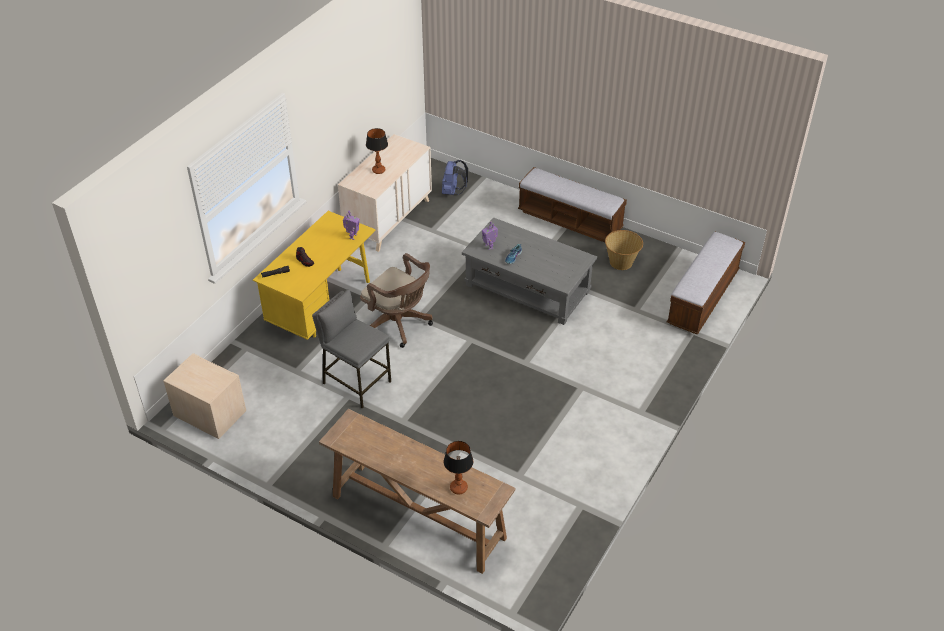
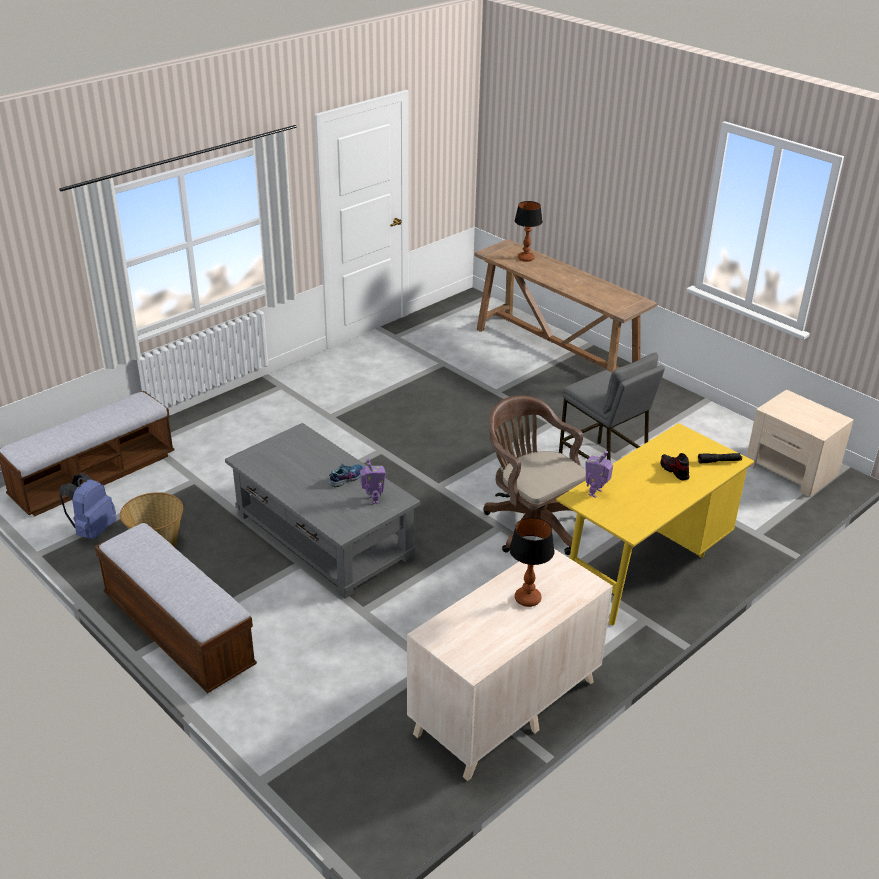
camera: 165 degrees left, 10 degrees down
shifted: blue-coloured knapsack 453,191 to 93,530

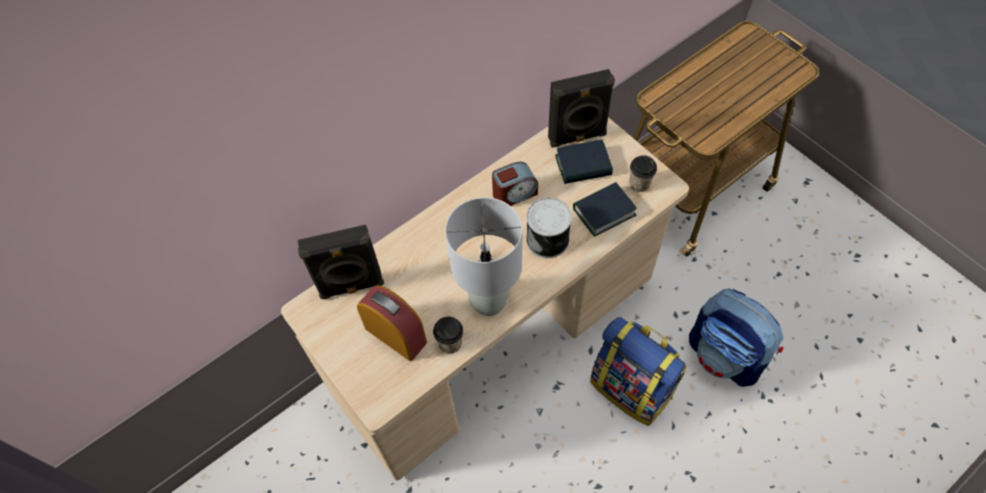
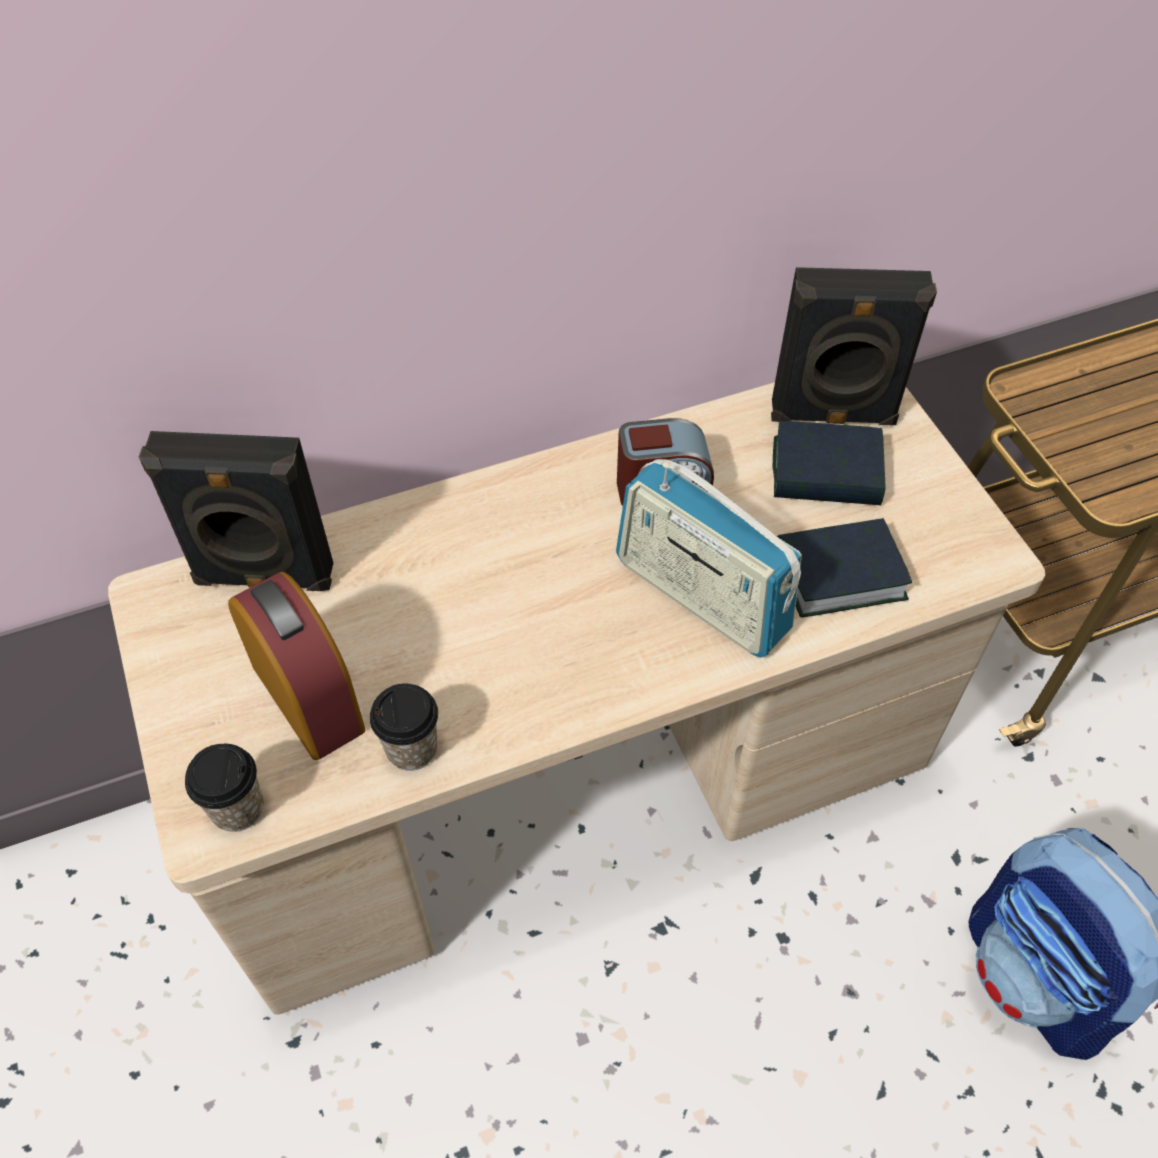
camera: 15 degrees right, 5 degrees down
gone: gray tabletop lamp 488,301; knapsack 632,388
shifted: drinking cup 639,184 to 237,808
swapped: metal can 548,239 to radio 701,596

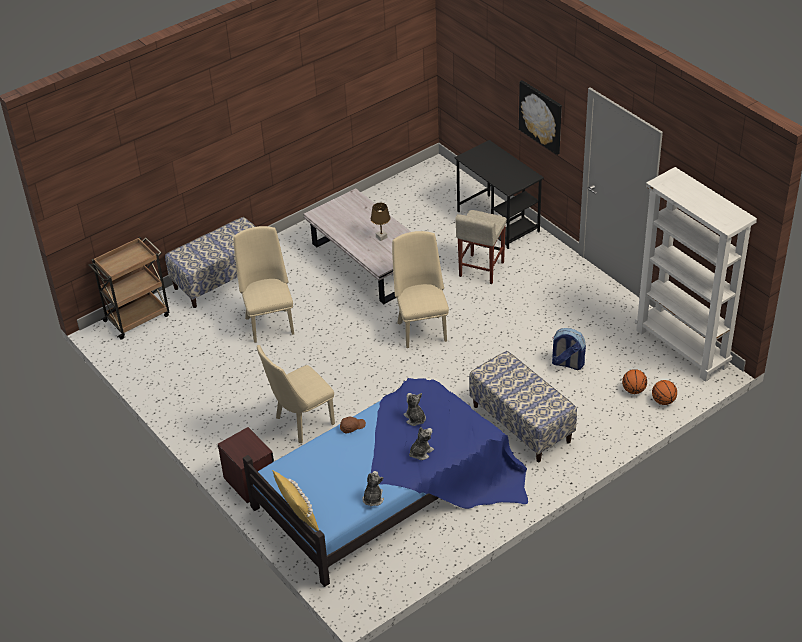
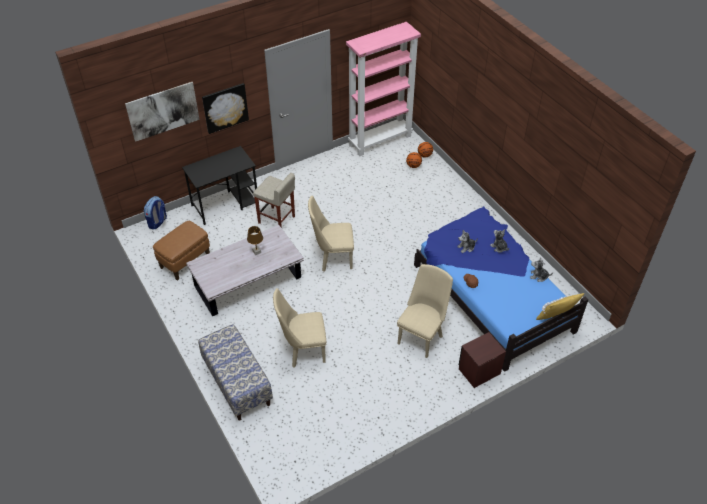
camera: 85 degrees left, 5 degrees up
gone: brown wheeled cart 138,317; indoor bench 521,424
new: wall art 163,111; brown footrest 185,261
shifted: knapsack 567,363 to 157,222
repainted: white bookcase 682,348 to pink bookcase 380,140
rotated: beige upright chair 300,423 = 421,336 120 degrees counterclockwise

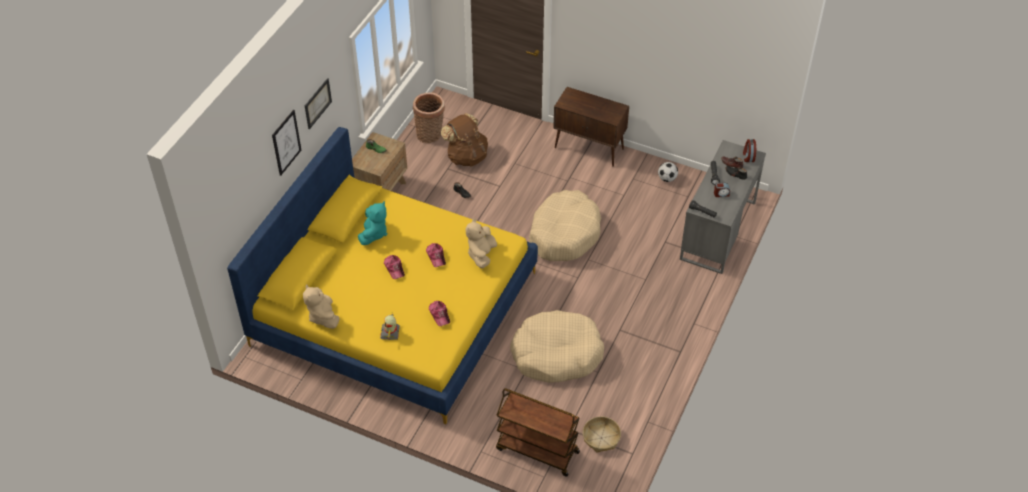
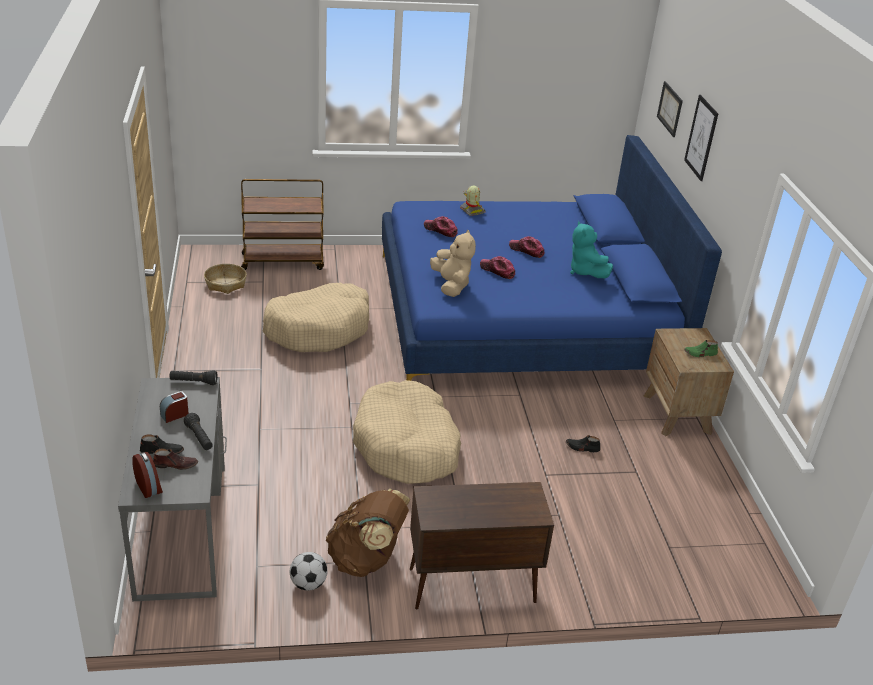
camera: 145 degrees right, 15 degrees down
gone: beige plush toy 323,316; storage basket 430,135
shifted: wall art 317,103 to 670,108; brown knapsack 466,156 to 366,559
repainted: yellowish bedroom bed 395,308 to blue-coloured bedroom bed 522,316

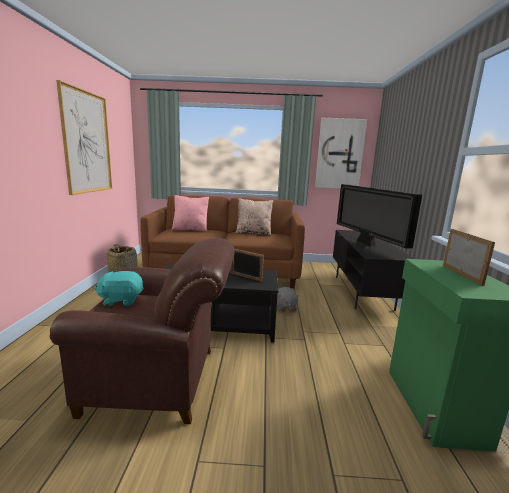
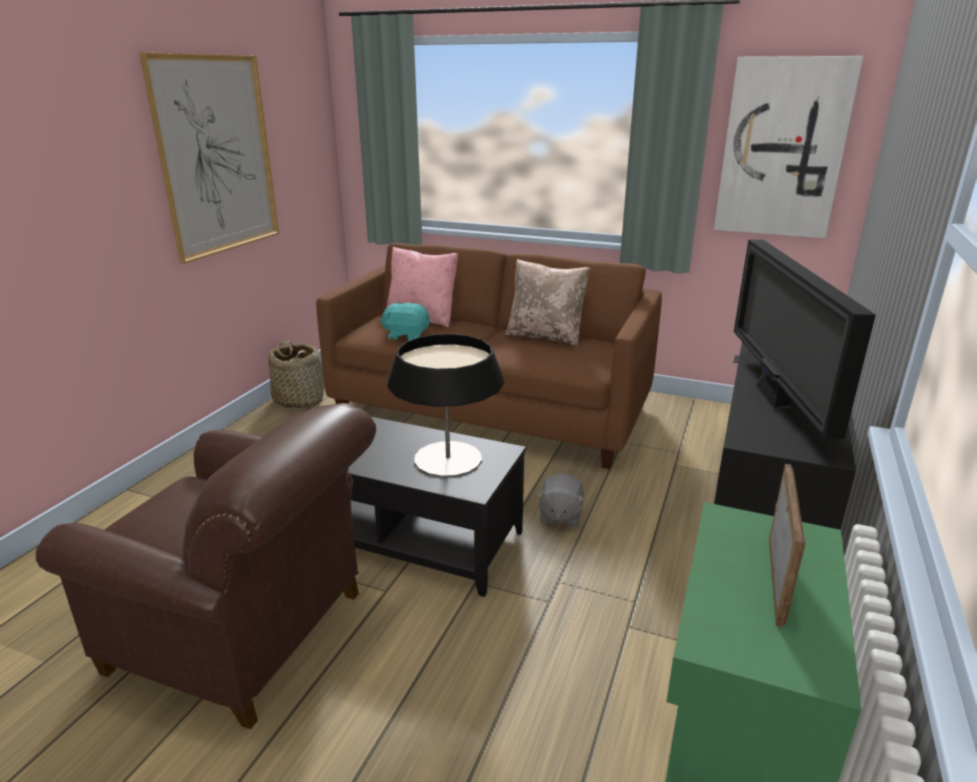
camera: 20 degrees right, 10 degrees up
shifted: blue-green plush toy 121,300 to 406,336
swapped: photo frame 245,277 to tabletop lamp 448,459

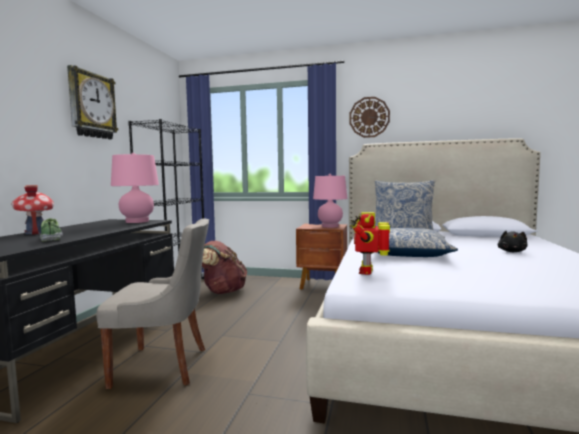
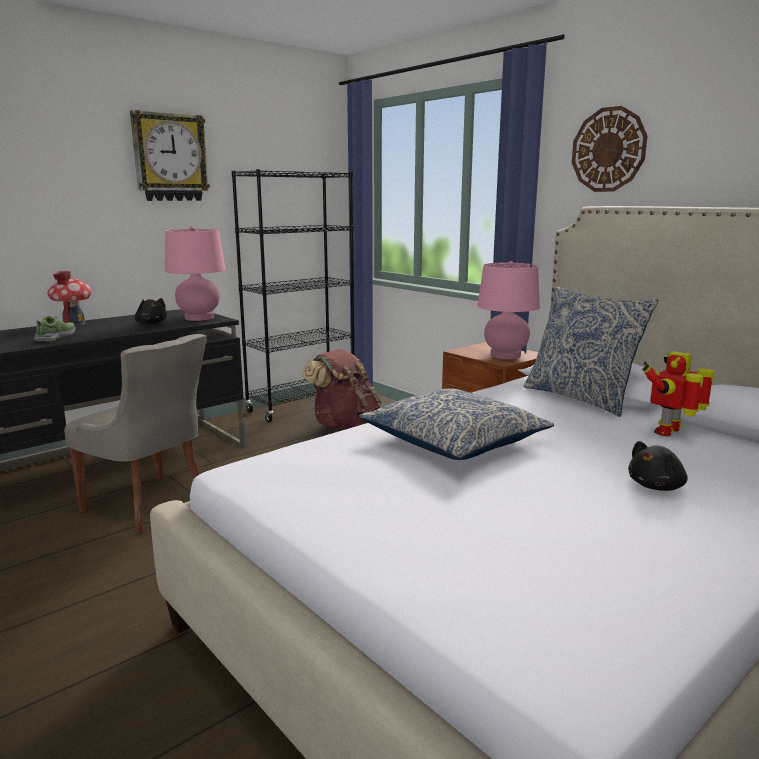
camera: 35 degrees right, 10 degrees up
new: blackish plush toy 151,323
shifted: robot figure 367,271 to 670,432

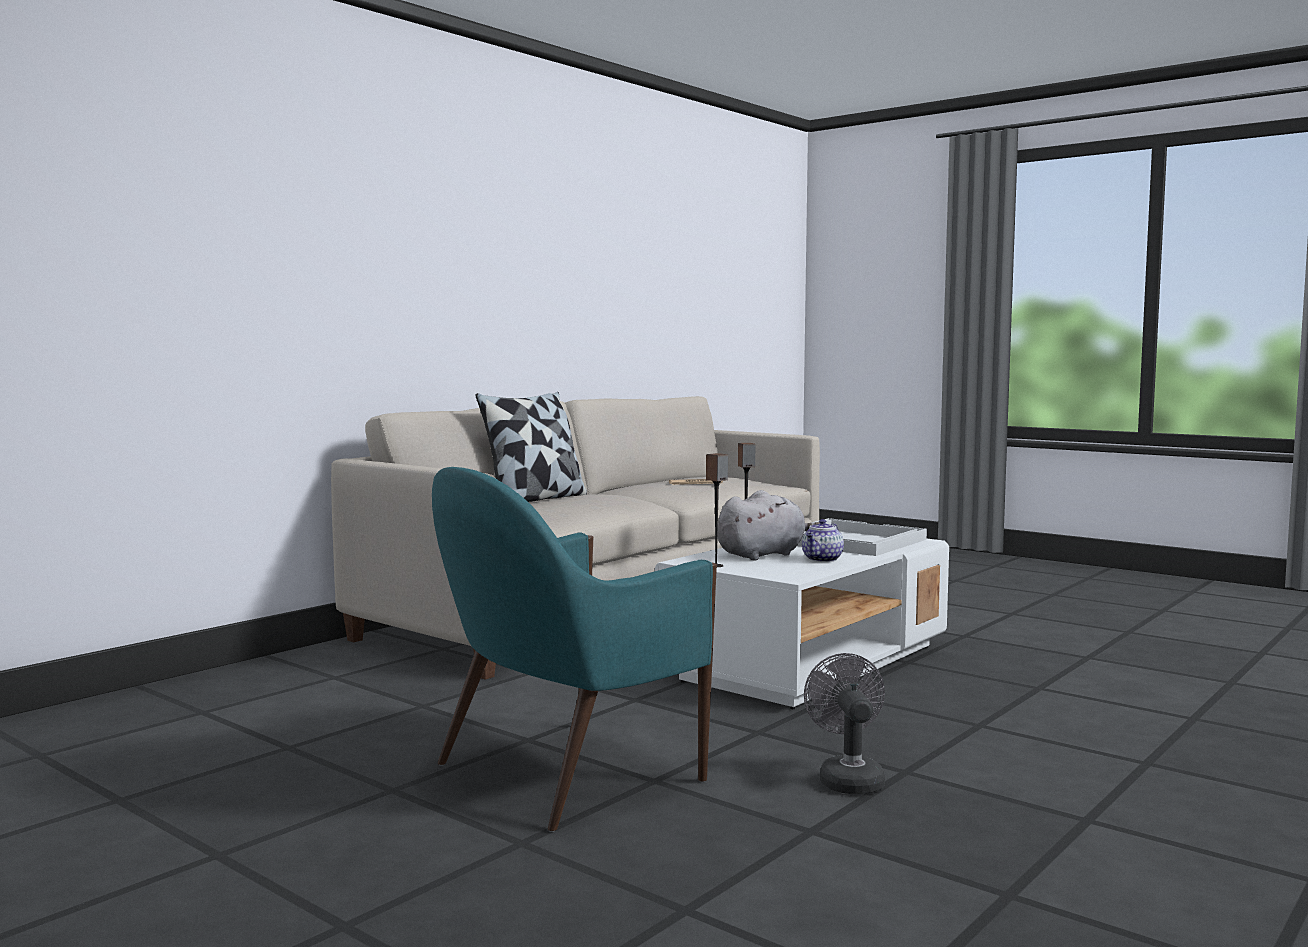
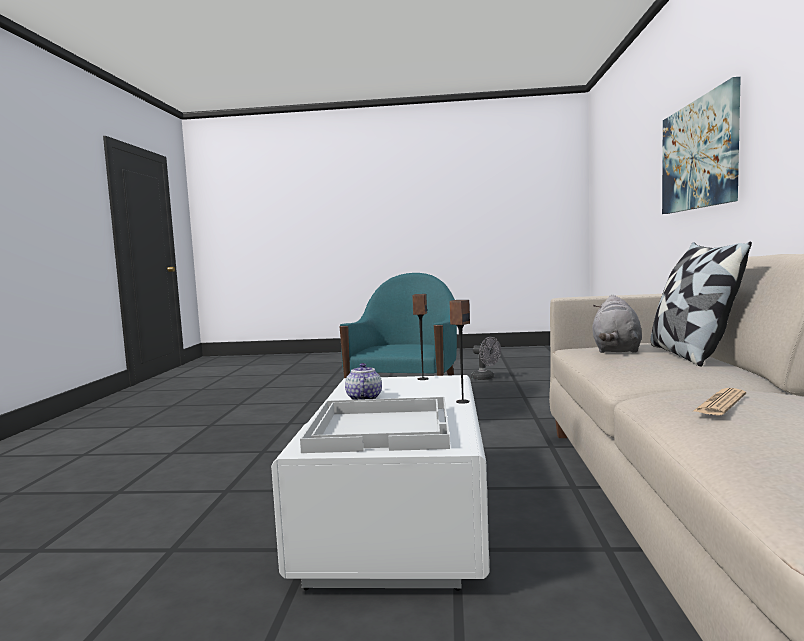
camera: 145 degrees right, 0 degrees up
new: wall art 698,155
shifted: gray plush toy 763,555 to 616,350; gray cooling fan 847,778 to 485,378

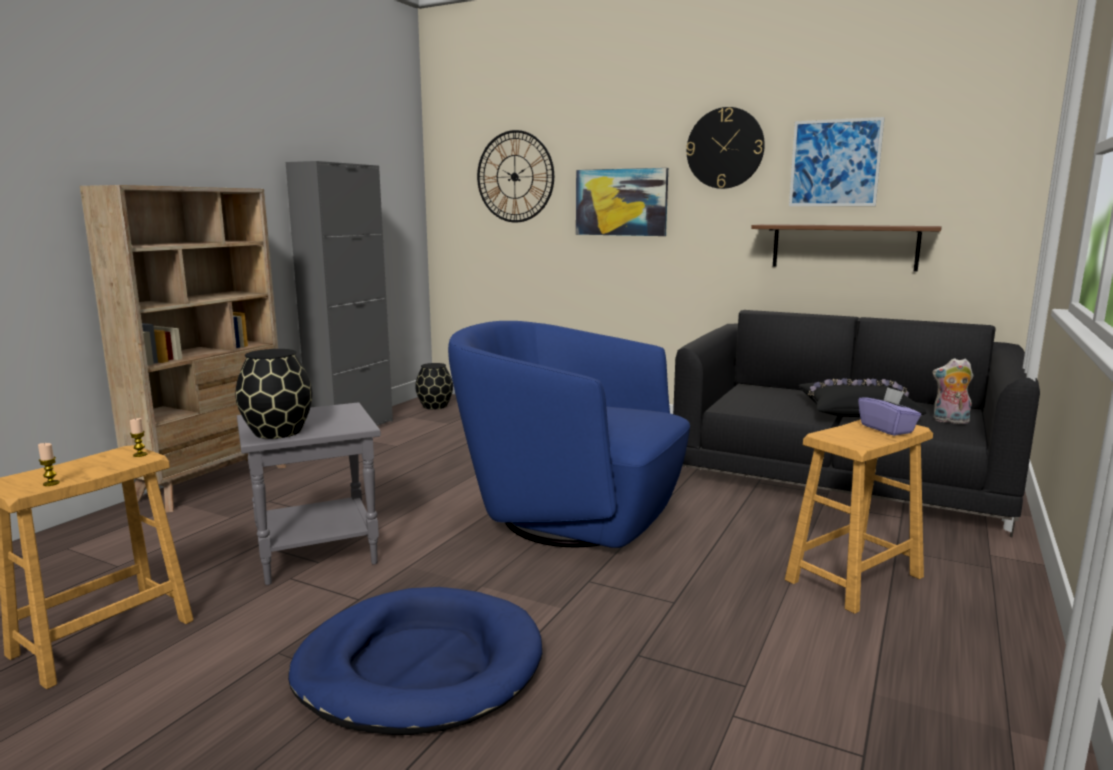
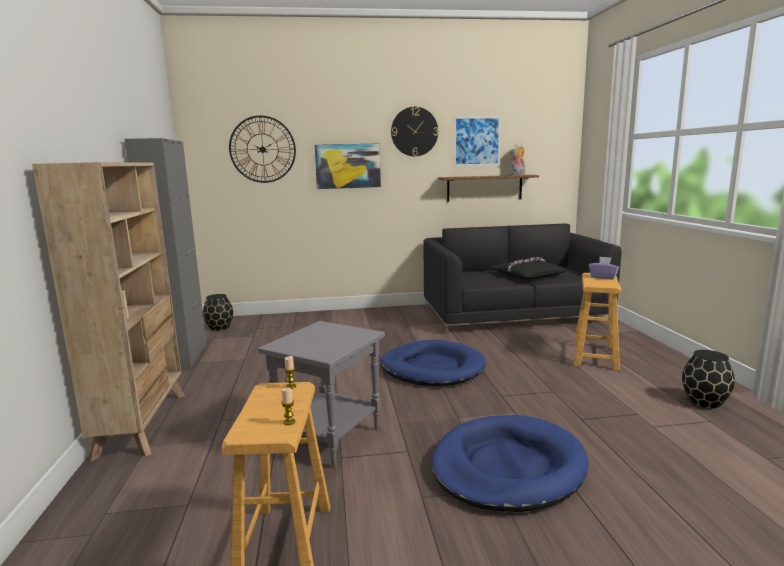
camera: 35 degrees left, 0 degrees up
shifted: blackish decorative vase 277,432 to 704,402; plush toy 950,421 to 517,175
swapped: blue-coloured lounge chair 569,516 to blue-coloured dog bed 432,368

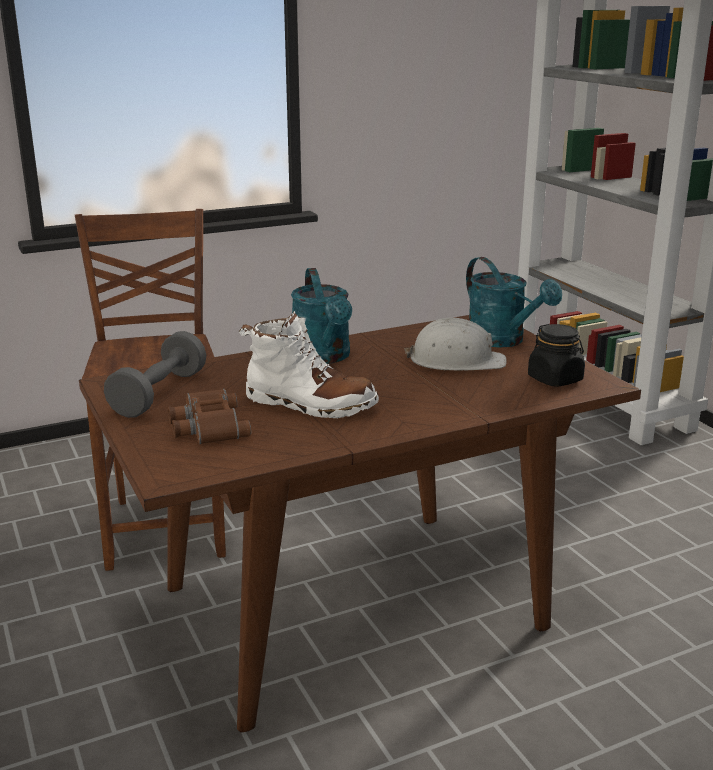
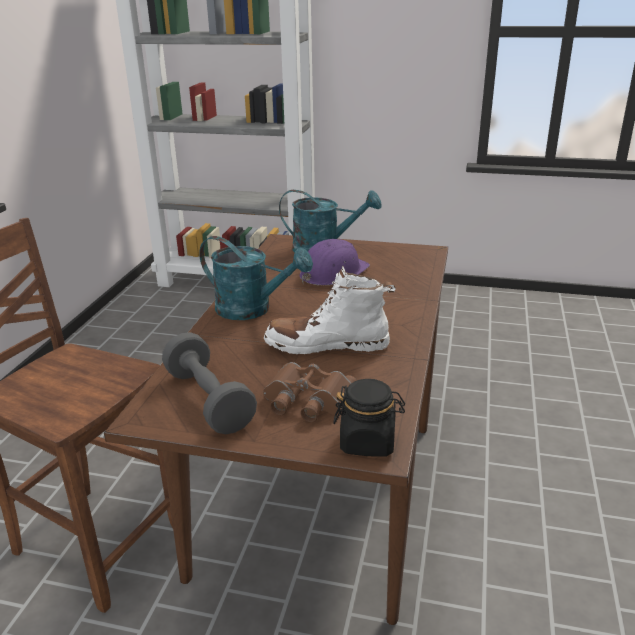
camera: 50 degrees left, 5 degrees up
shifted: blackish jar 555,379 to 368,442
repainted: white work helmet 456,361 to purple-coloured work helmet 332,273
rotated: white boot 309,404 = 327,345 150 degrees counterclockwise

